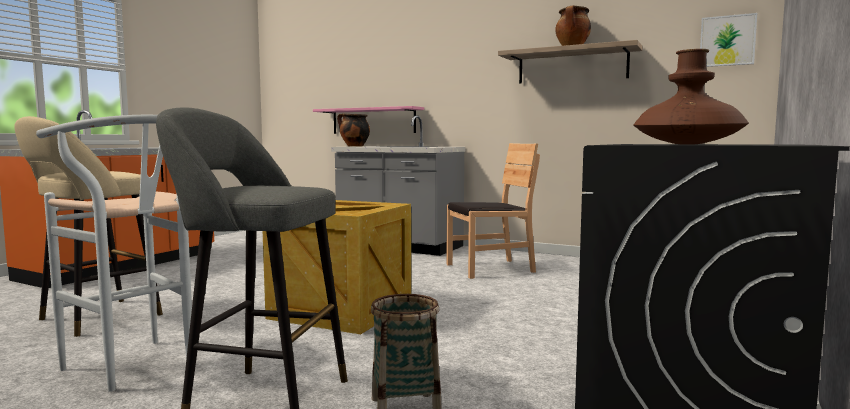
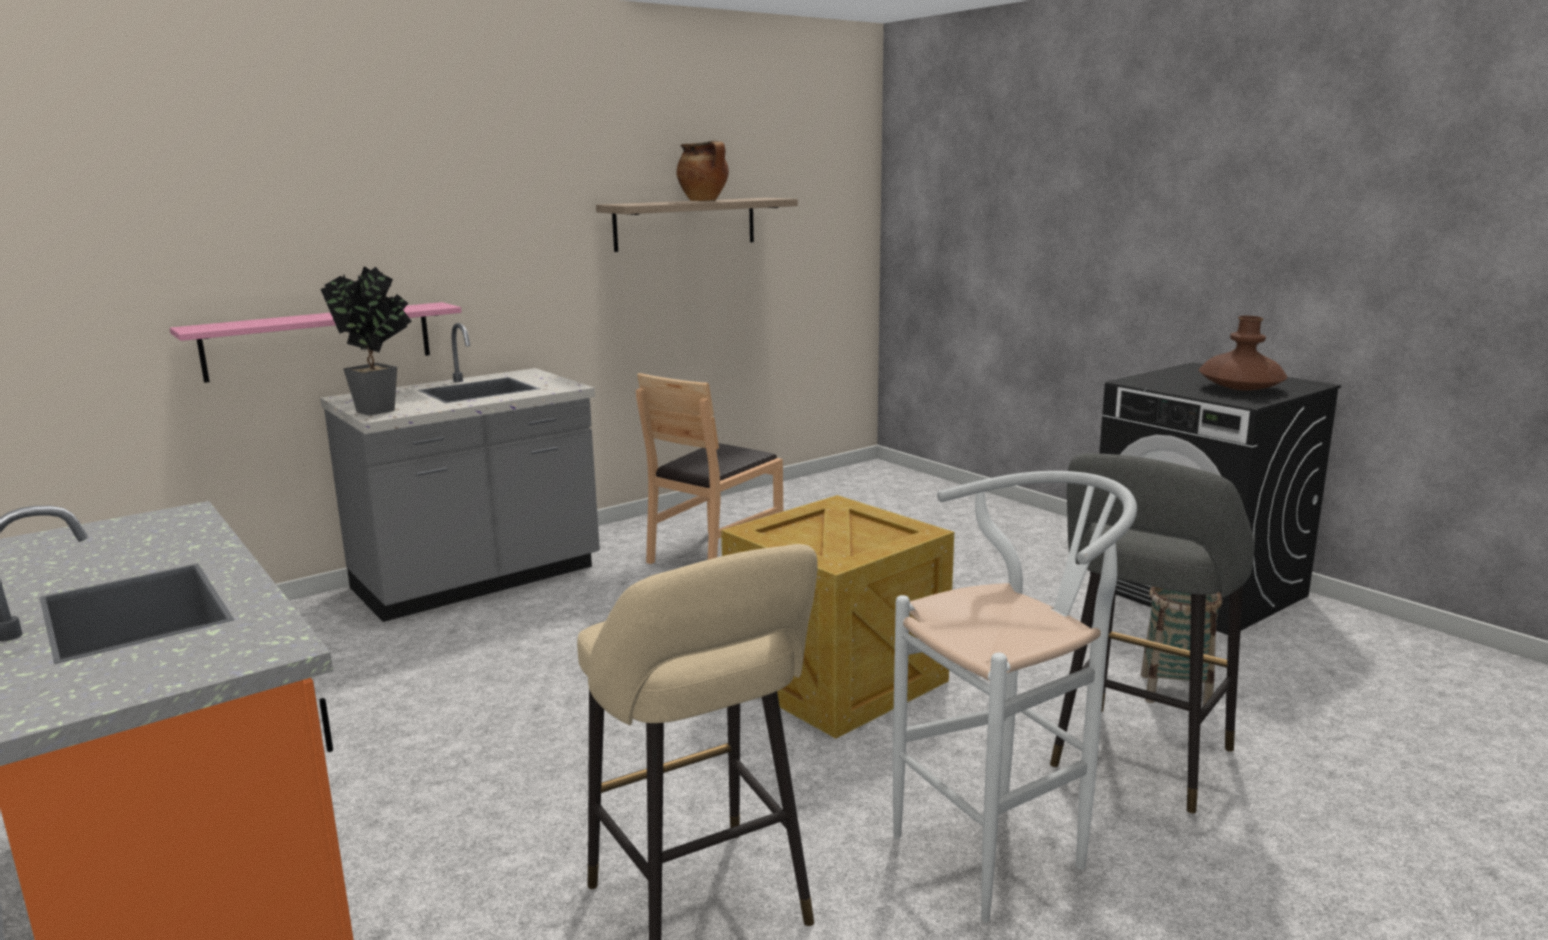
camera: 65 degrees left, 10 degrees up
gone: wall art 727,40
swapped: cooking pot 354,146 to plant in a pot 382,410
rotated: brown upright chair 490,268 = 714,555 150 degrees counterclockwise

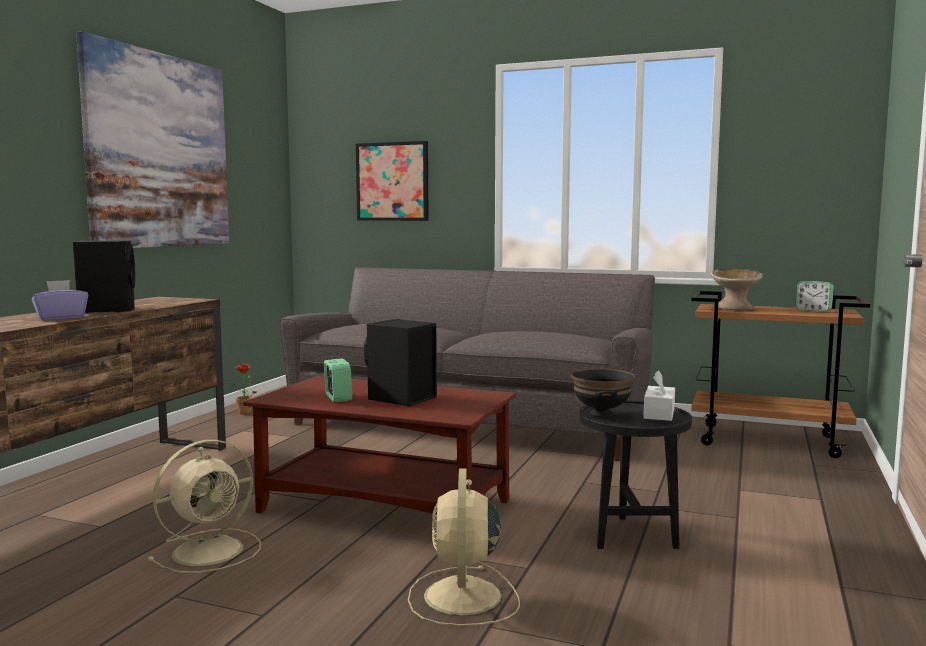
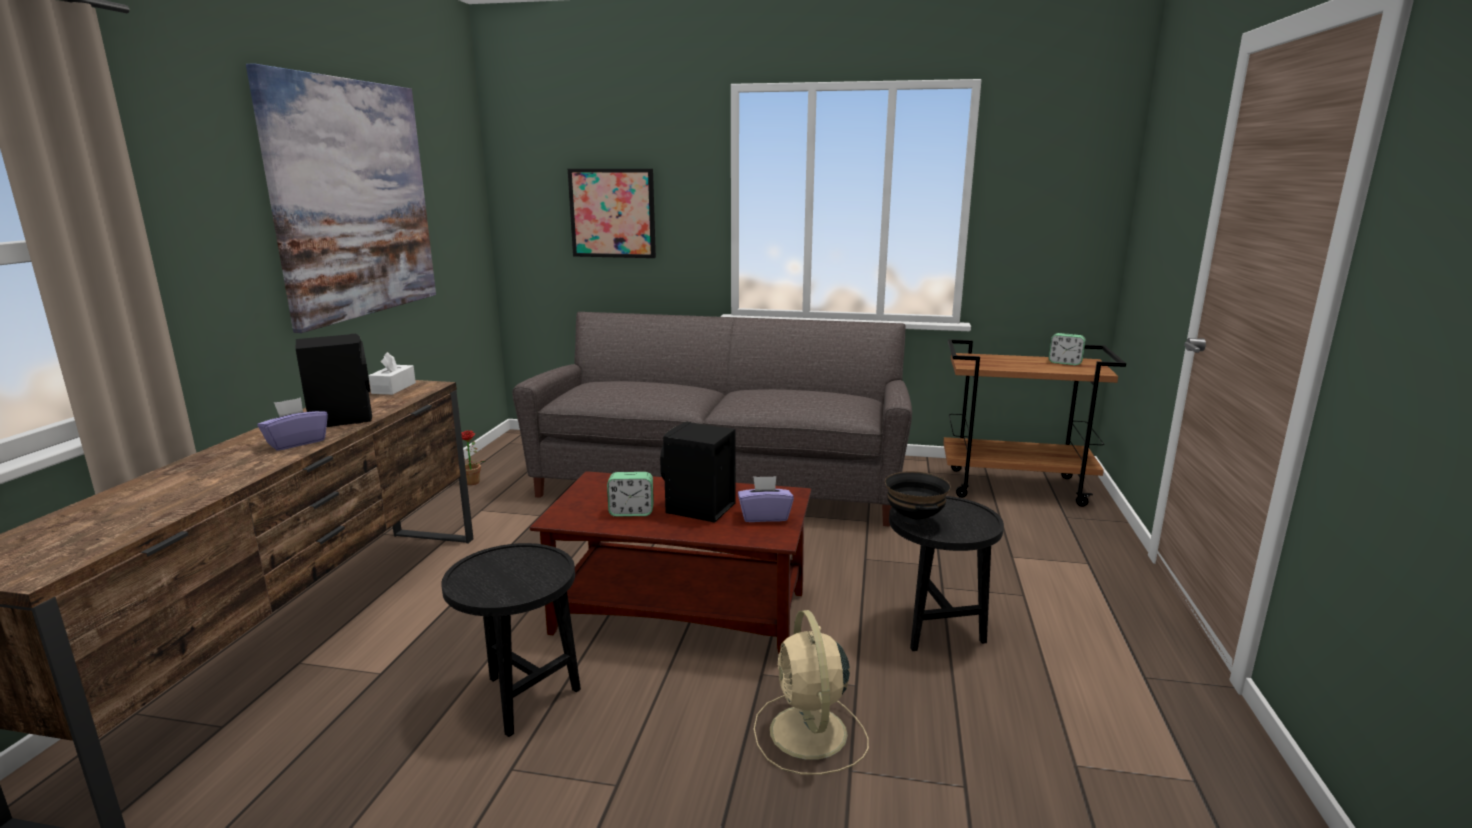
camera: 10 degrees left, 10 degrees up
gone: beige serving bowl 734,308
new: purple-coloured tissue holder 764,516
shifted: white tissue holder 659,413 to 394,388
swapped: beige cooling fan 211,550 to blackish side table 521,696
rotated: alarm clock 338,398 = 631,512 120 degrees clockwise

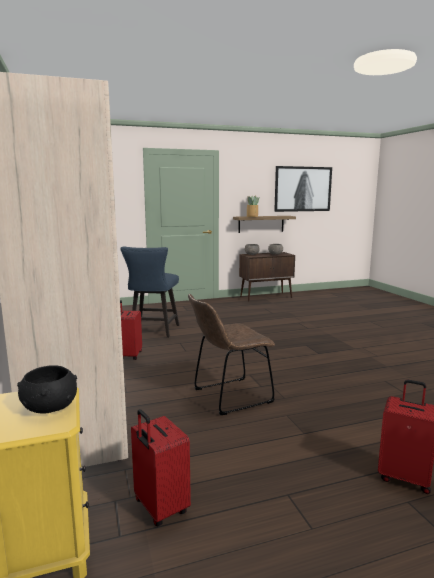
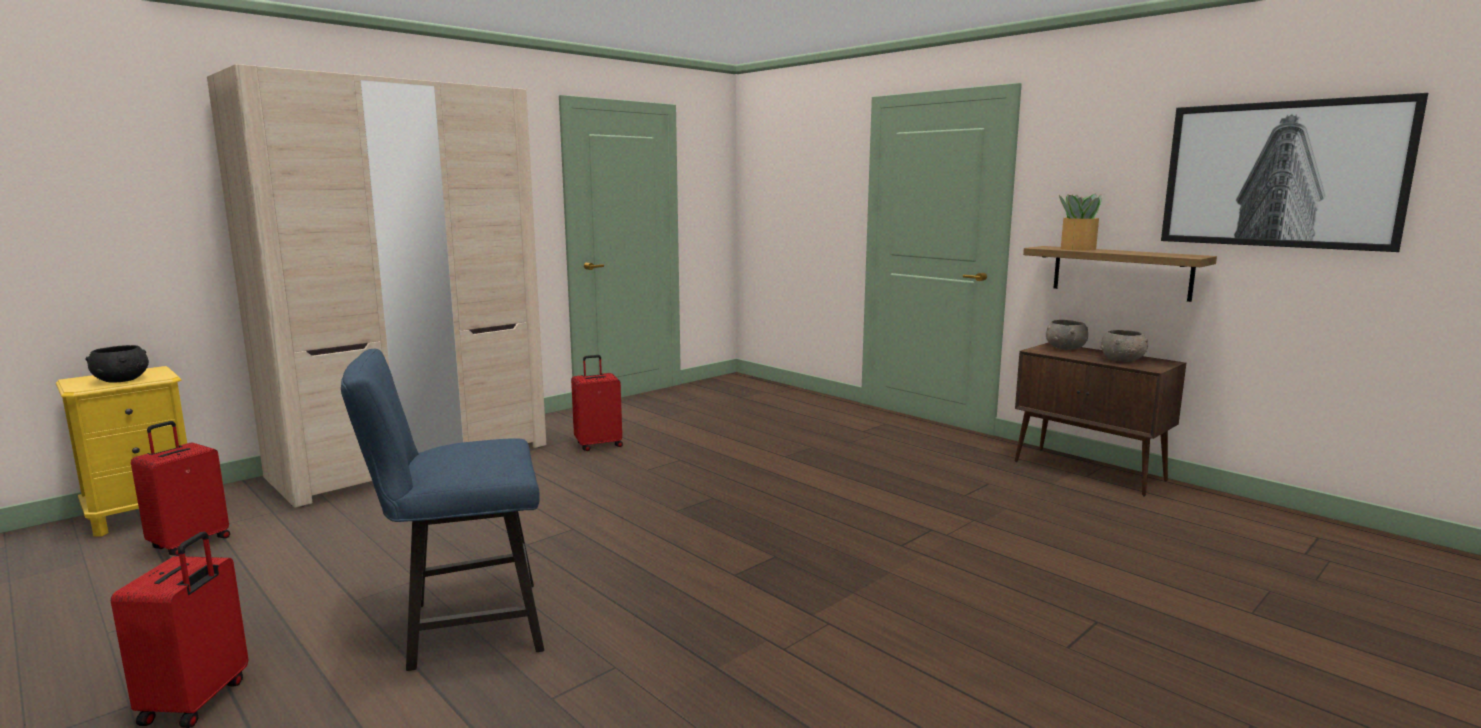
camera: 65 degrees right, 0 degrees up
gone: brown upright chair 229,397
shifted: blue-coloured upright chair 153,331 to 462,628

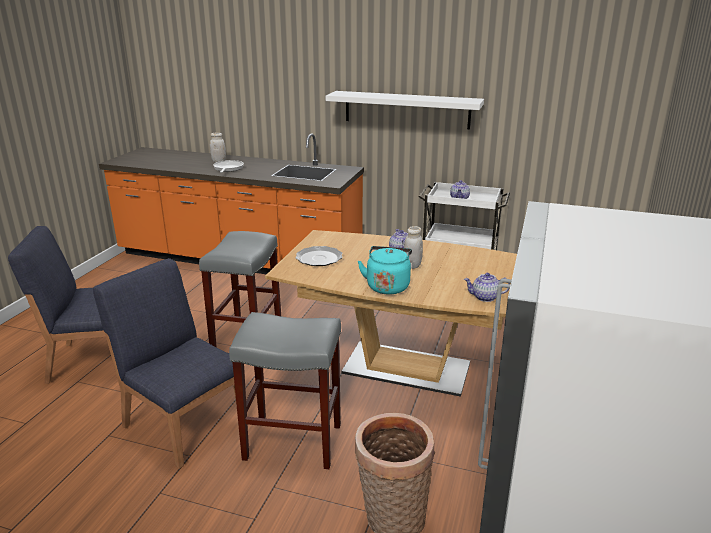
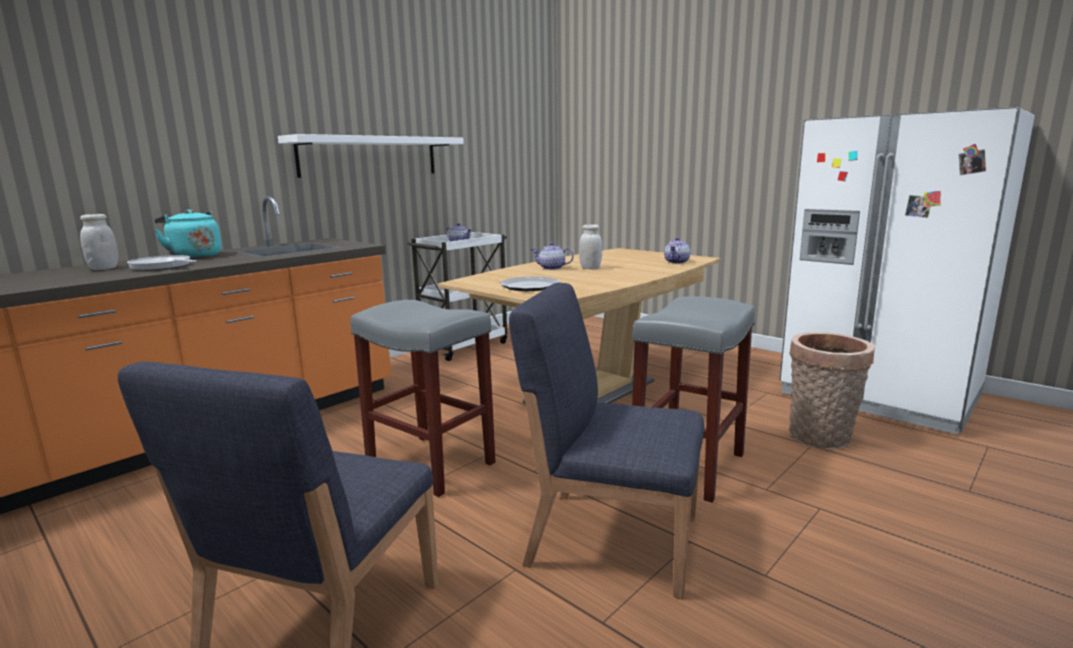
camera: 65 degrees left, 10 degrees down
shifted: blue-green tea kettle 387,286 to 193,256
rotated: blue-coloured upright chair 184,423 = 611,538 45 degrees clockwise

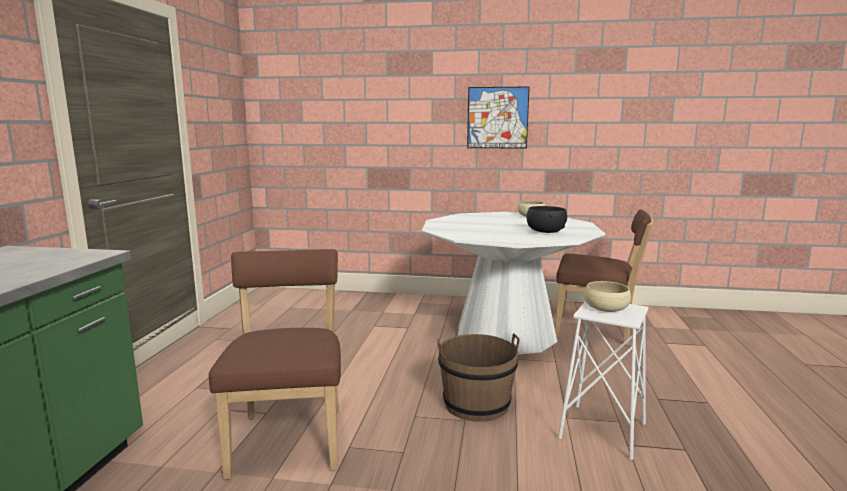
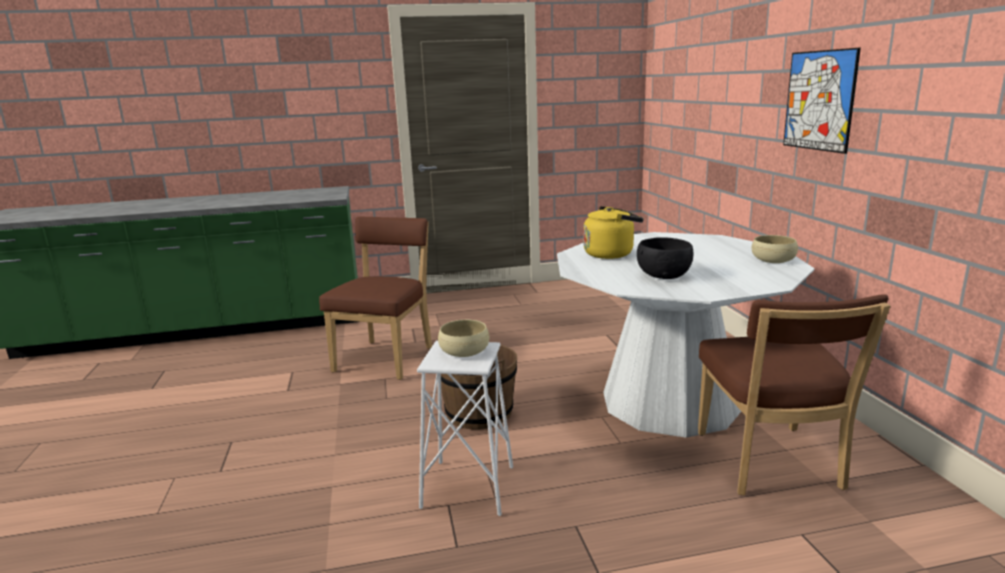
camera: 70 degrees right, 5 degrees up
new: yellowish tea kettle 611,254
rotated: brown upright chair 289,438 = 387,357 45 degrees counterclockwise

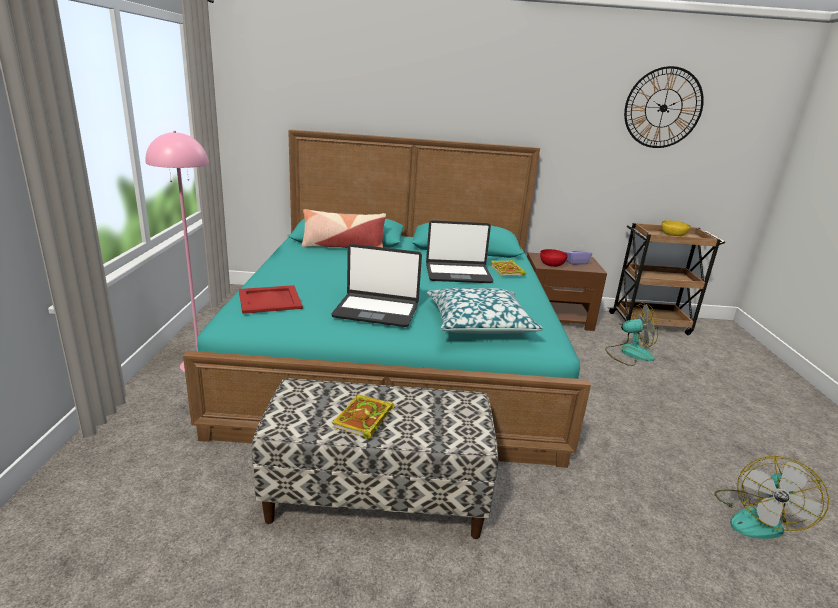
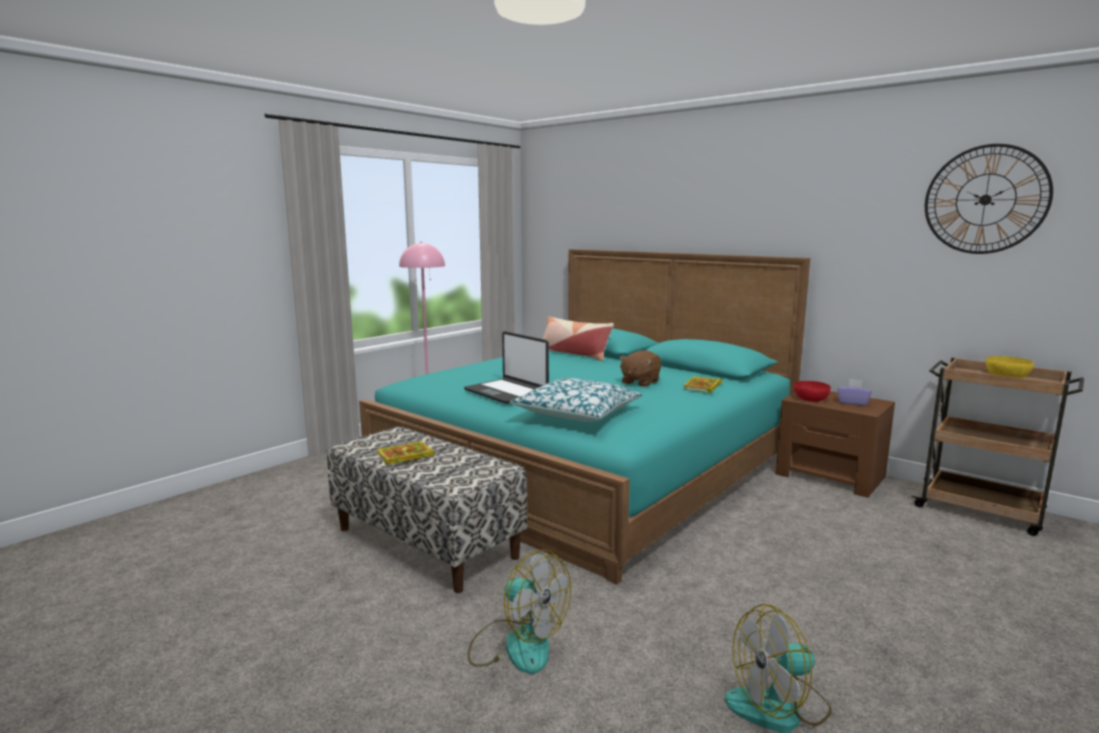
camera: 40 degrees right, 10 degrees down
gone: red serving tray 269,299
shifted: cooling fan 629,353 to 517,644
swapped: portable computer 458,274 to brown plush toy 639,382

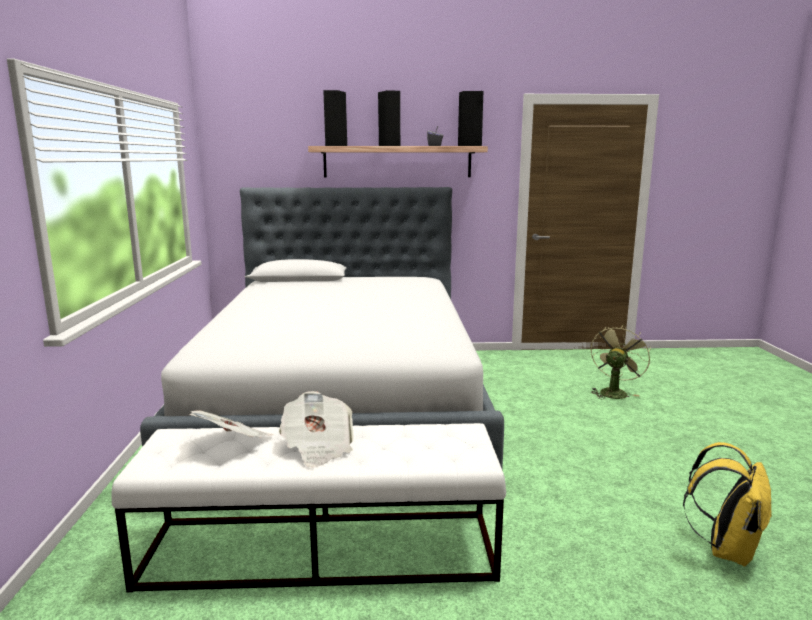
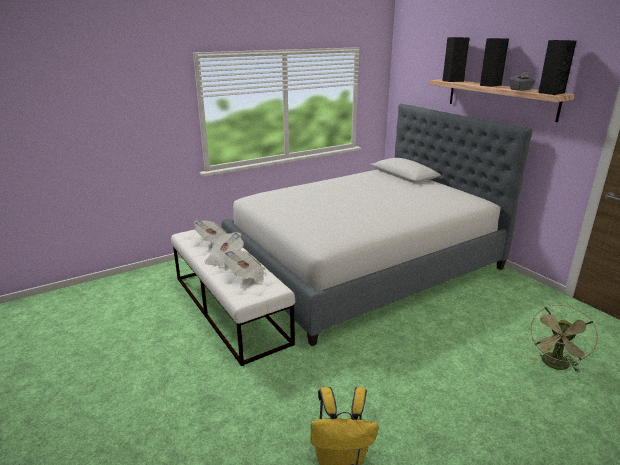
camera: 60 degrees right, 10 degrees up
new: printed paper 246,275
rotated: green cooling fan 614,392 = 555,366 120 degrees clockwise

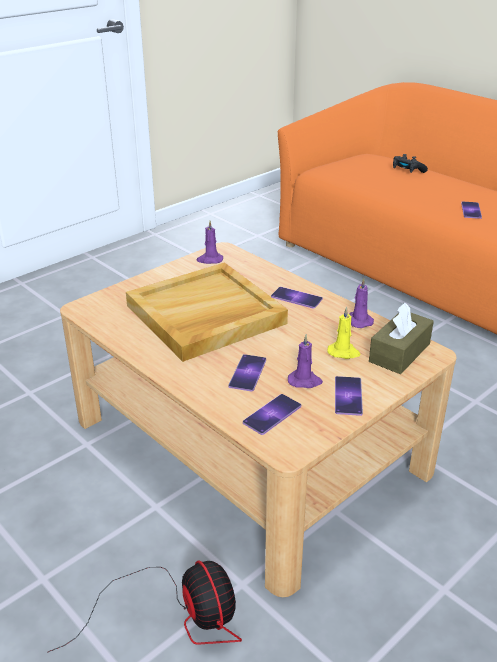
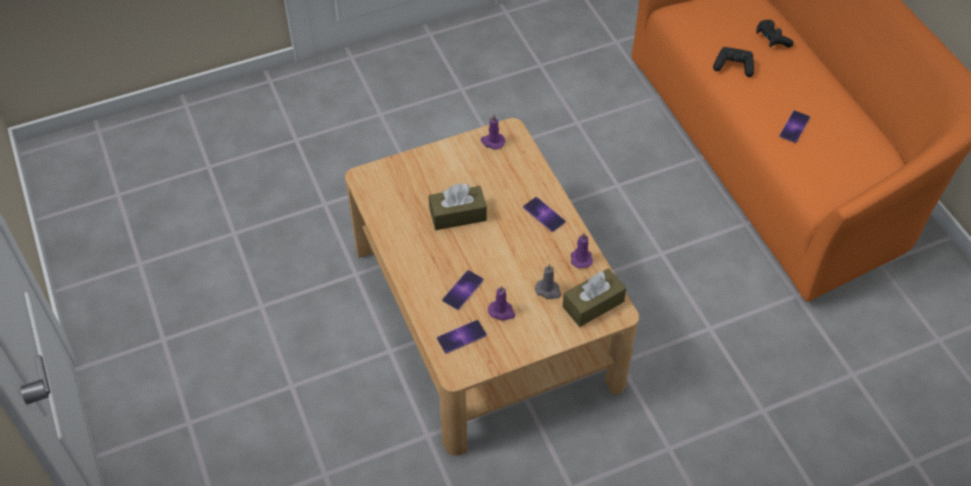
camera: 20 degrees right, 20 degrees up
gone: cooling fan 177,615; handset 348,396
new: blackish gamepad 733,67
swapped: beige serving tray 205,315 to brown tissue holder 458,215
repainted: yellowish wax light 344,352 to gray wax light 548,290

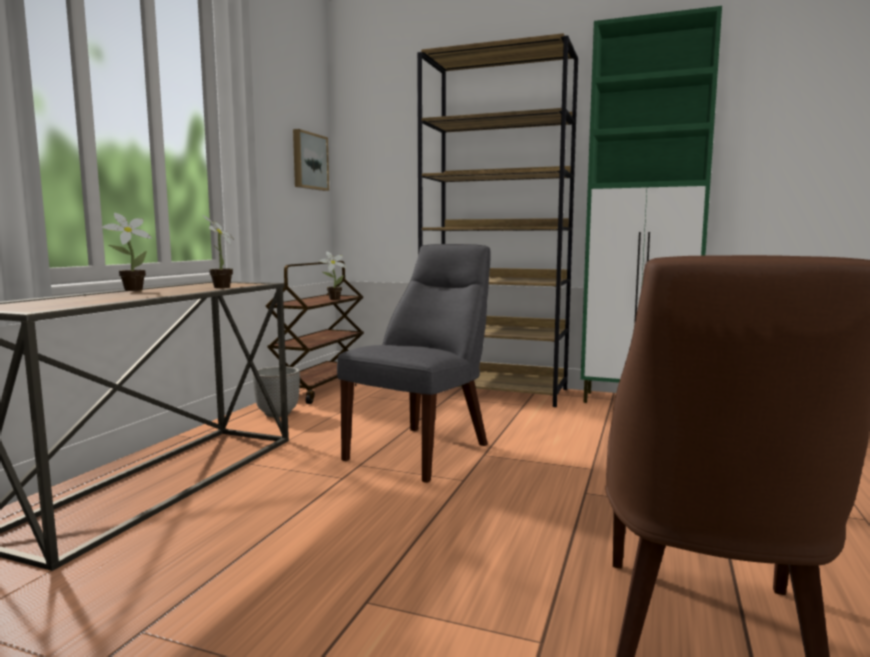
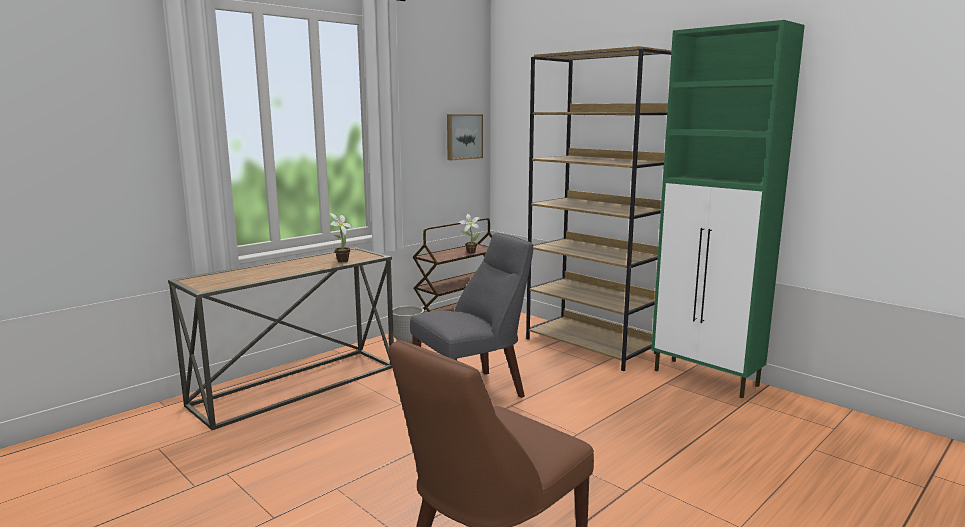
camera: 25 degrees right, 5 degrees up
gone: plant in a pot 130,290

